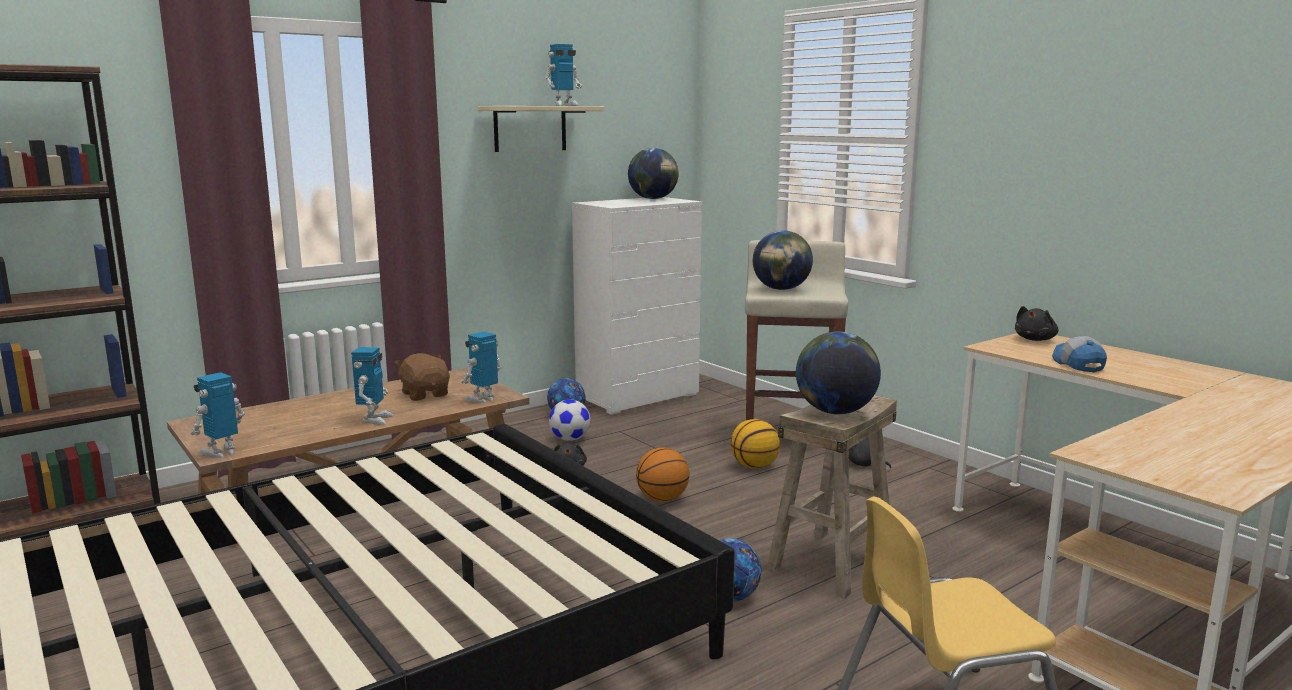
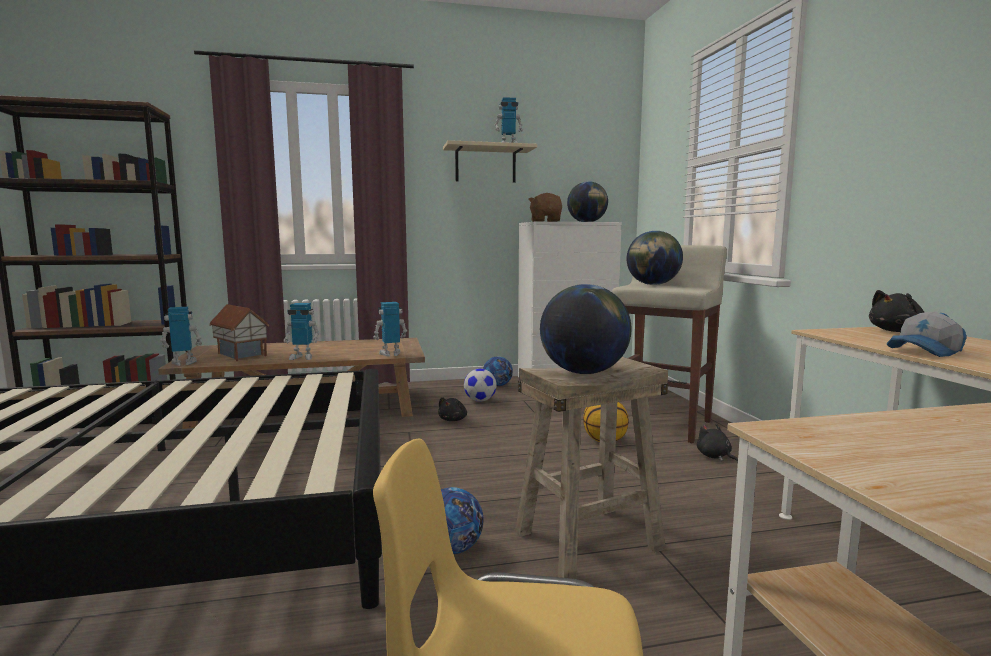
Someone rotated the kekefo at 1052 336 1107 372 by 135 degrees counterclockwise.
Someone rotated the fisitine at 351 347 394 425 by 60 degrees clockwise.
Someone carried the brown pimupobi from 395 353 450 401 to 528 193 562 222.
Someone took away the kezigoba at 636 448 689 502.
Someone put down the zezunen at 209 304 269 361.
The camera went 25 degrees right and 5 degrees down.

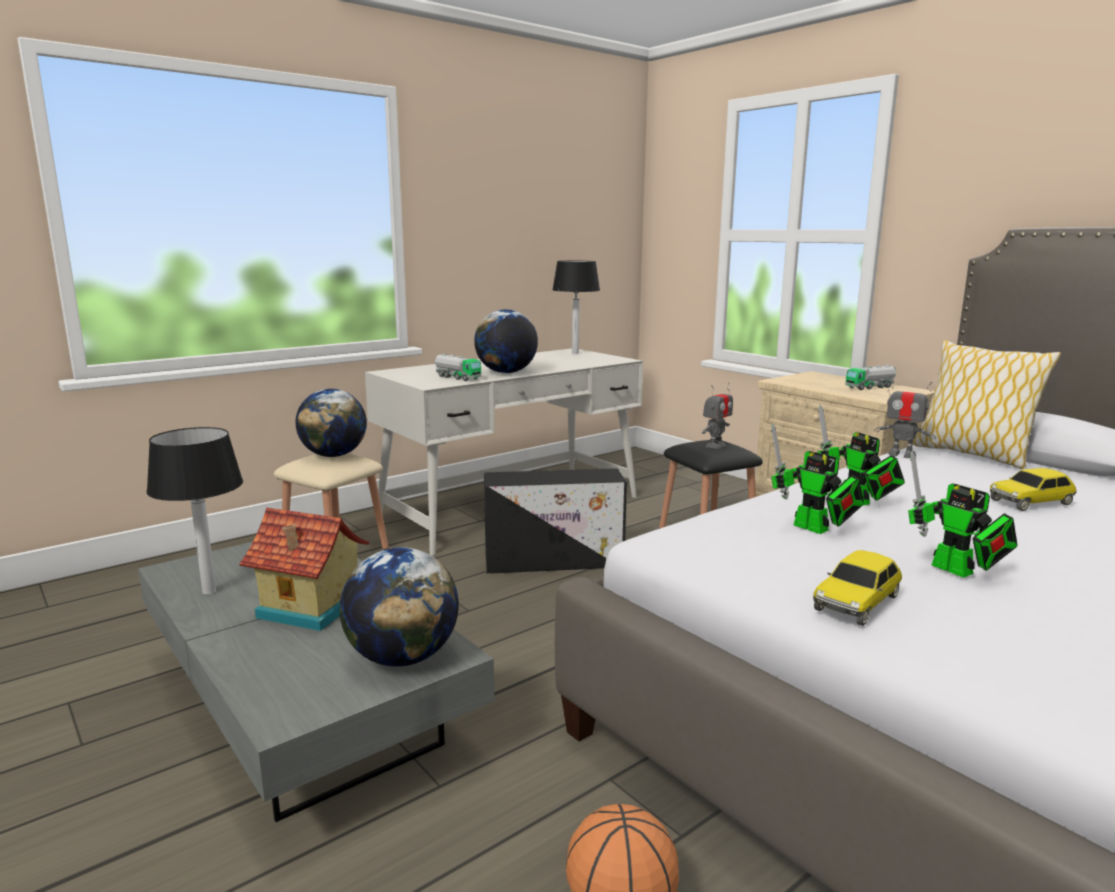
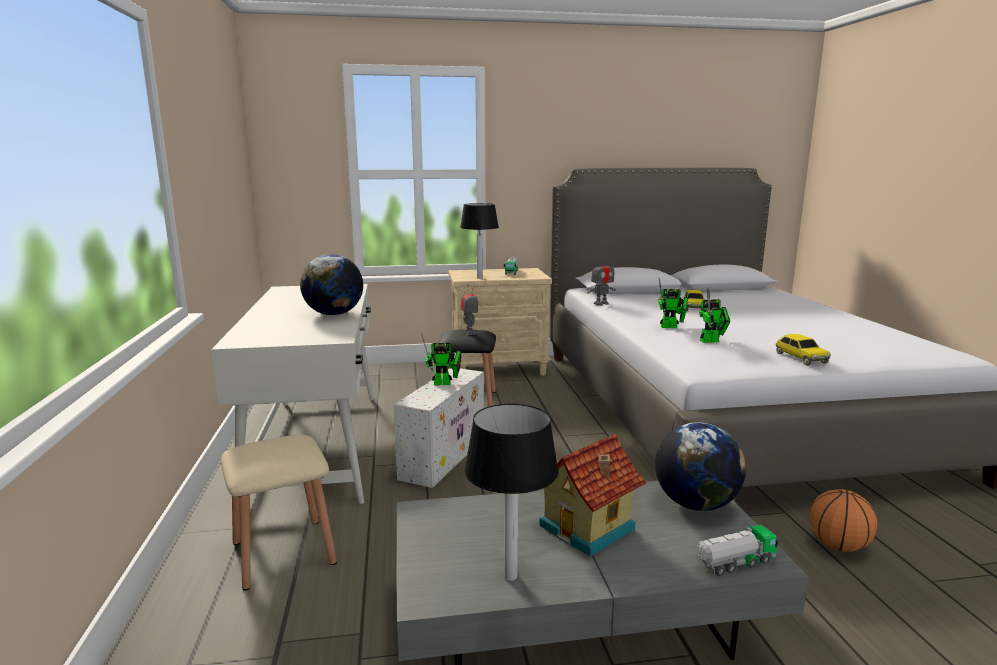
Someone carried the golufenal from 552 261 600 354 to 460 203 499 279.
Someone took away the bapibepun at 912 340 1061 469.
Someone carried the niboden from 435 354 481 381 to 697 525 778 576.
Someone took away the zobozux at 295 389 367 457.
Someone carried the fisitine from 908 451 1017 578 to 421 333 461 385.
Someone repainted the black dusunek at 484 468 627 574, which became the white dusunek at 393 368 484 488.
The camera went 60 degrees left and 0 degrees up.

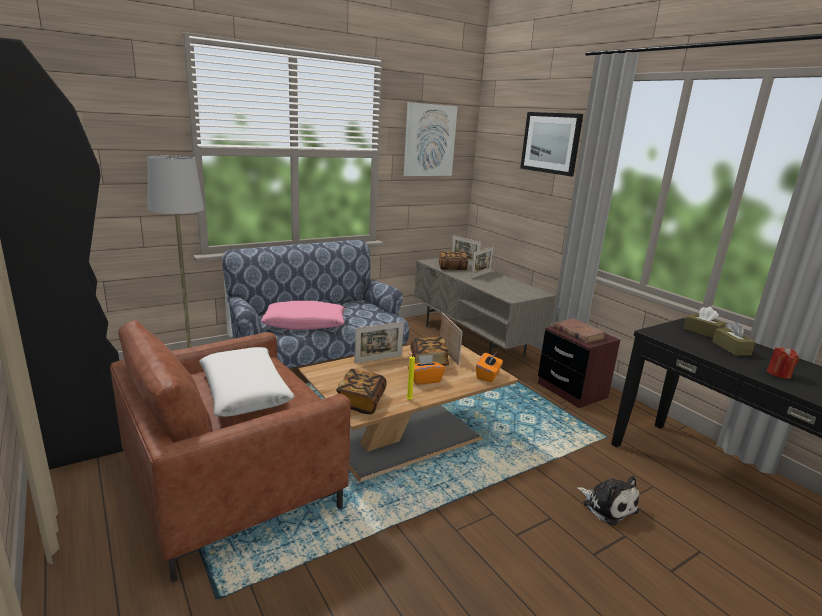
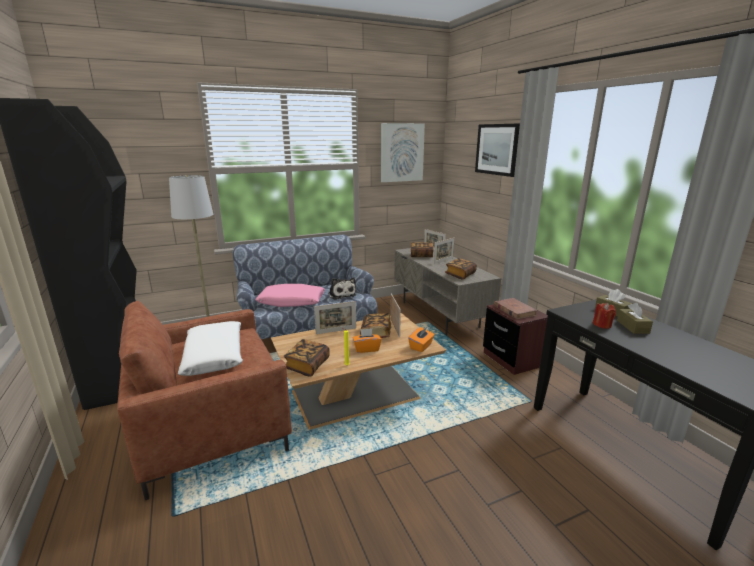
Someone carried the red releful from 767 347 799 379 to 593 303 616 329.
Someone carried the pimupobi from 577 476 639 526 to 328 277 356 300.
Someone put down the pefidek at 445 258 477 280.
The camera went 10 degrees right and 0 degrees up.

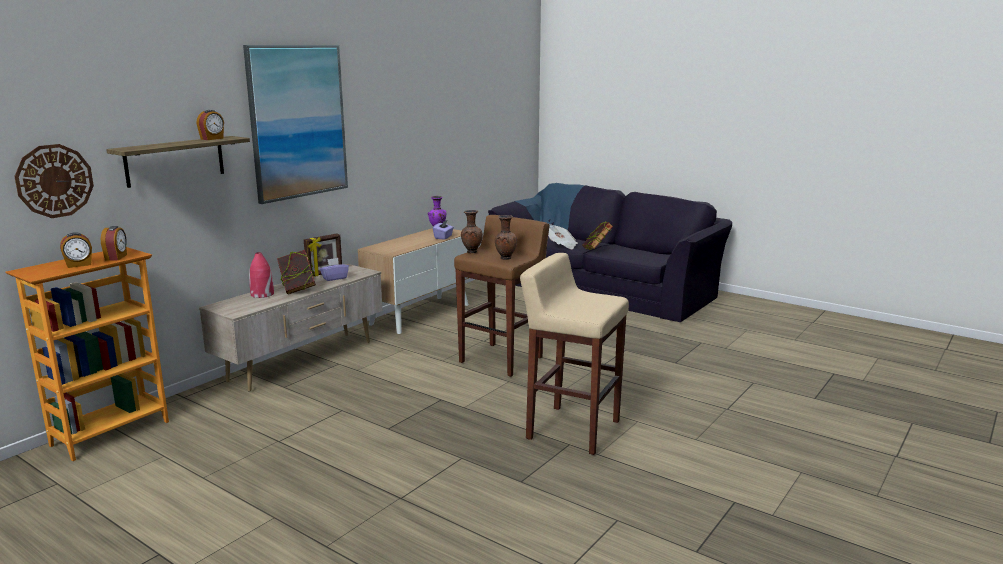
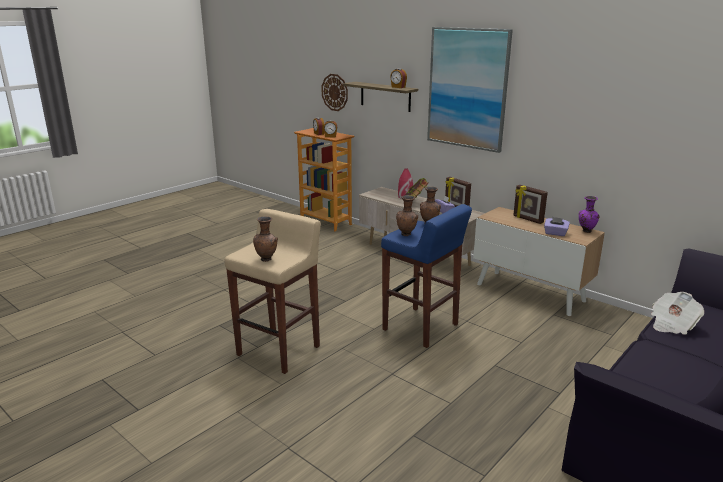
Someone repainted the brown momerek at 454 215 550 377, which became the blue momerek at 381 204 472 348.
Someone took away the pefidek at 582 222 613 250.
Someone put down the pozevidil at 513 185 548 224.
Someone put down the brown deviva at 253 216 278 262.
The camera went 95 degrees right and 5 degrees up.

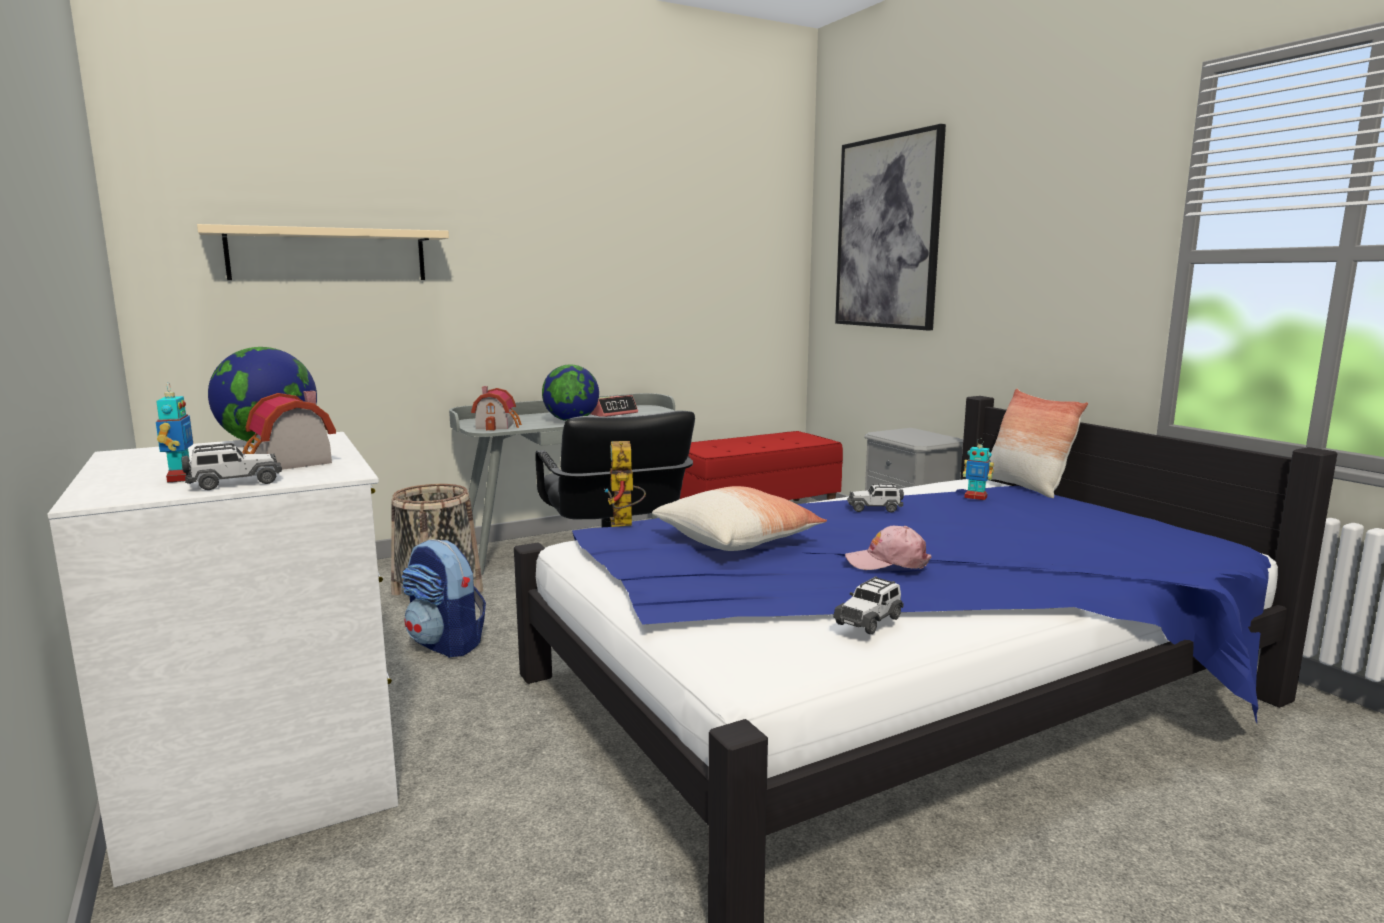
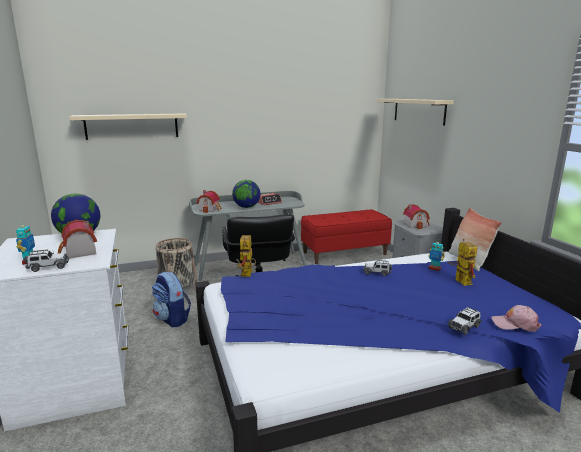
Someone swapped the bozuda at 835 124 946 330 for the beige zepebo at 377 99 454 126.
Someone took away the bapibepun at 652 486 827 551.
Someone carried the pink kekefo from 845 526 931 570 to 491 305 541 332.
Someone carried the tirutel from 833 576 904 634 to 448 307 481 335.
Someone put down the zezunen at 403 204 430 229.
Someone put down the fisitine at 448 239 477 286.
The camera went 10 degrees right and 5 degrees up.

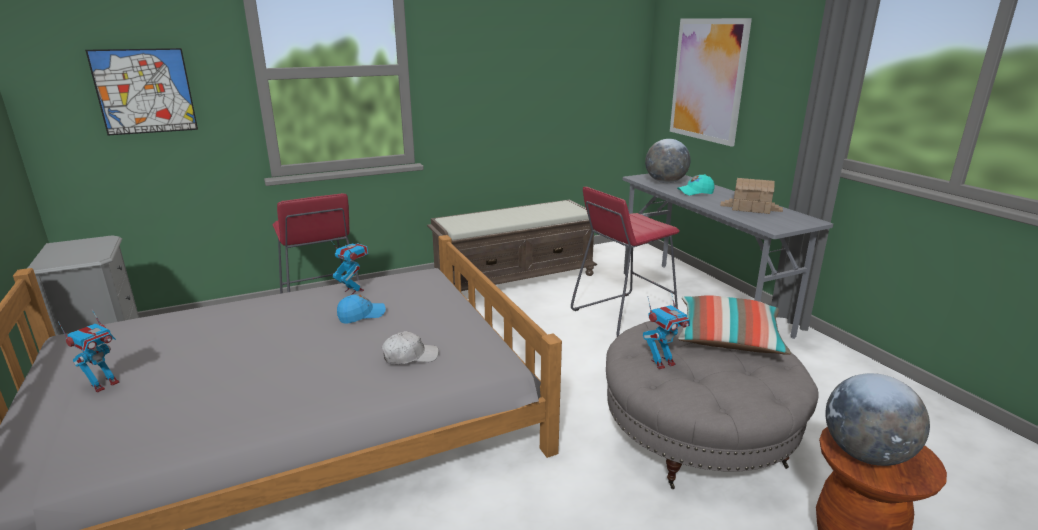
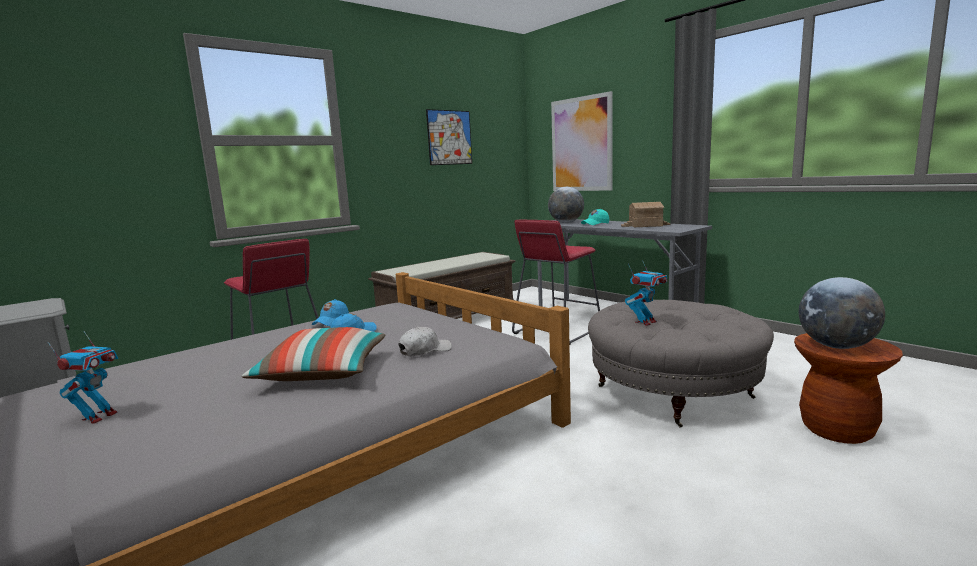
Someone carried the bozuda from 85 48 198 135 to 426 109 472 165.
Someone swapped the fisitine at 332 242 368 294 for the blue kekefo at 312 299 349 326.
Someone carried the bapibepun from 678 295 791 355 to 242 327 385 381.
The camera went 15 degrees left and 10 degrees down.

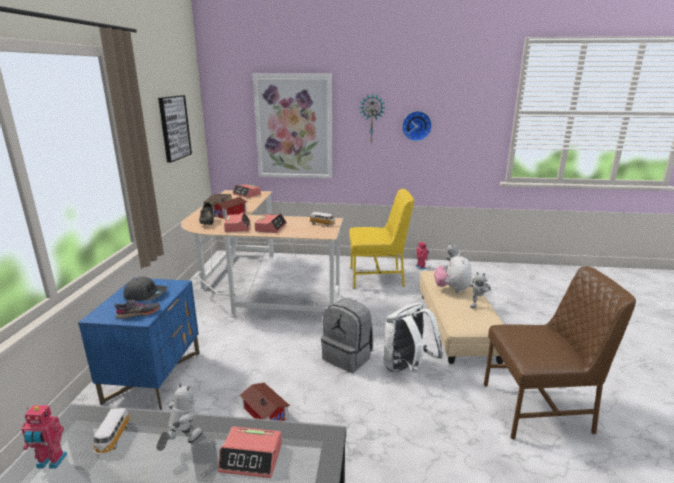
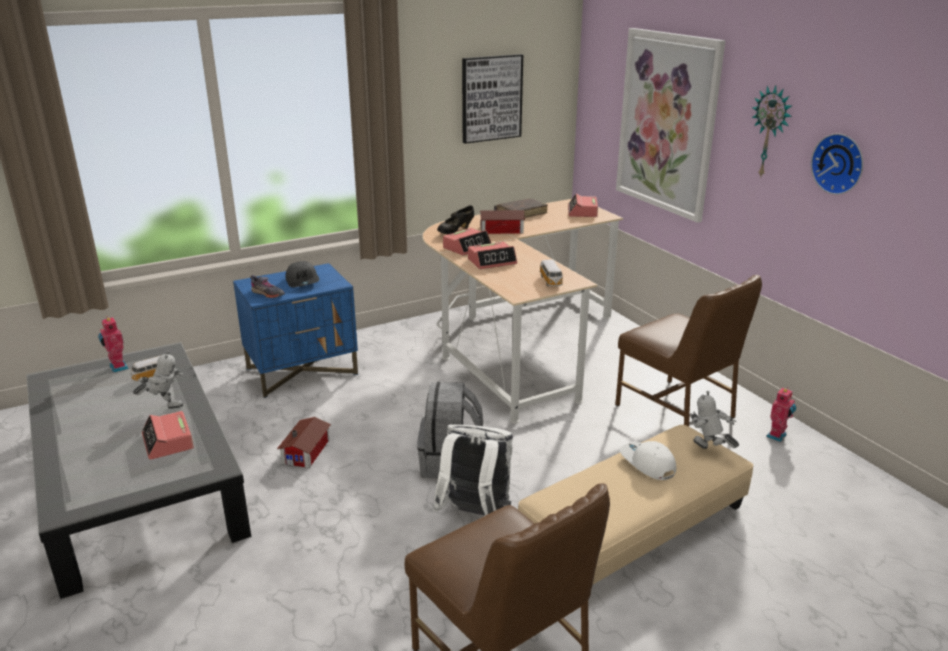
Someone repainted the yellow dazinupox at 349 189 414 289, which became the brown dazinupox at 615 275 762 427.
Someone swapped the pimupobi at 434 253 472 293 for the white kekefo at 620 441 676 480.
Someone took away the fisitine at 469 272 491 308.
The camera went 55 degrees right and 5 degrees up.

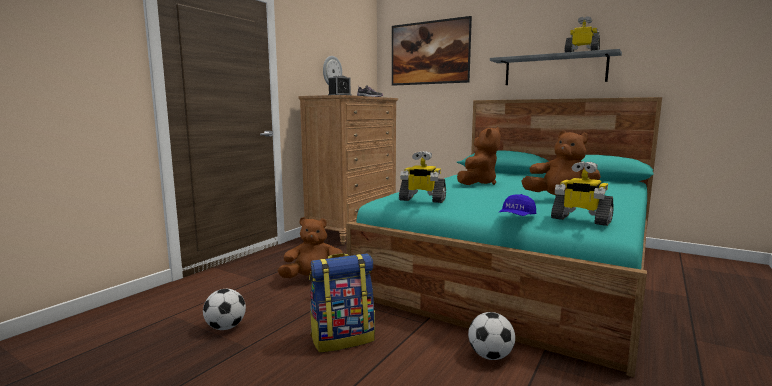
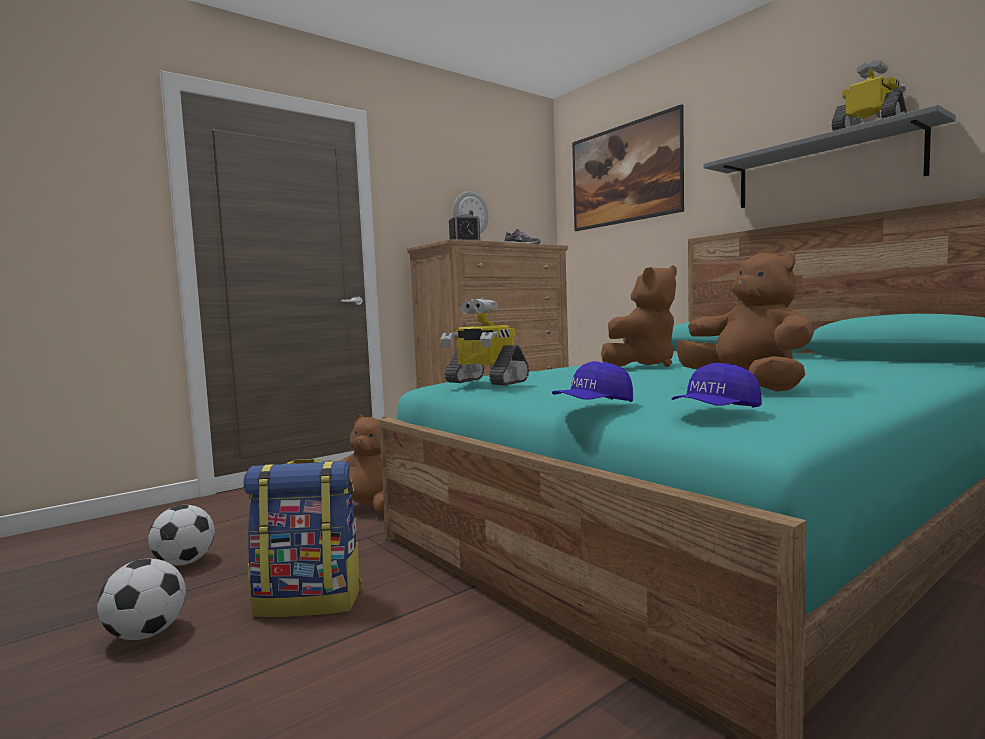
Someone swapped the fisitine at 551 161 614 226 for the blue kekefo at 672 363 762 408.
Someone carried the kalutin from 468 312 515 360 to 97 559 186 640.
The camera went 20 degrees right and 5 degrees down.

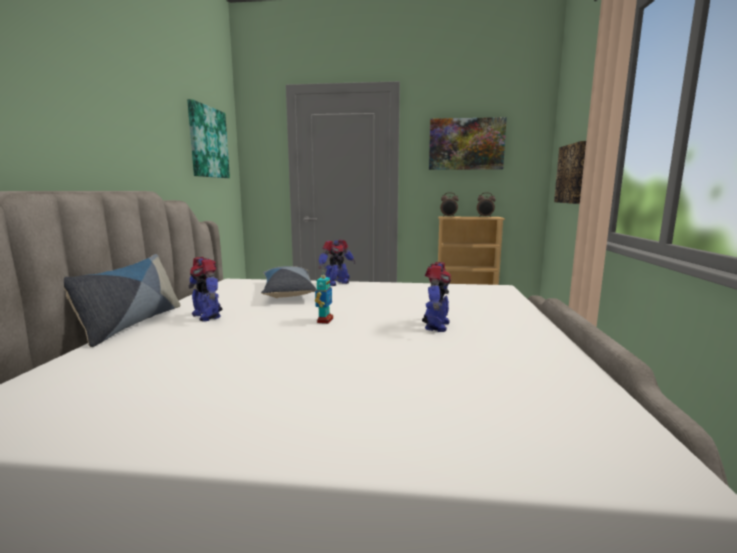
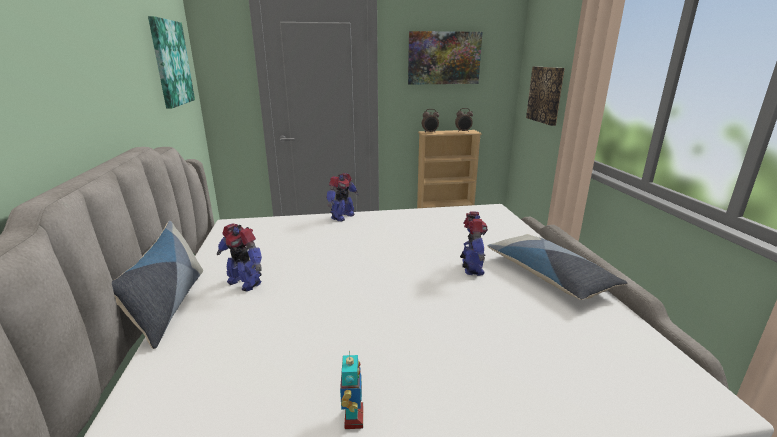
Someone carried the bapibepun from 261 266 317 298 to 487 234 627 300.
Someone carried the fisitine from 315 271 333 324 to 340 351 363 429.
The camera went 15 degrees left and 10 degrees up.

